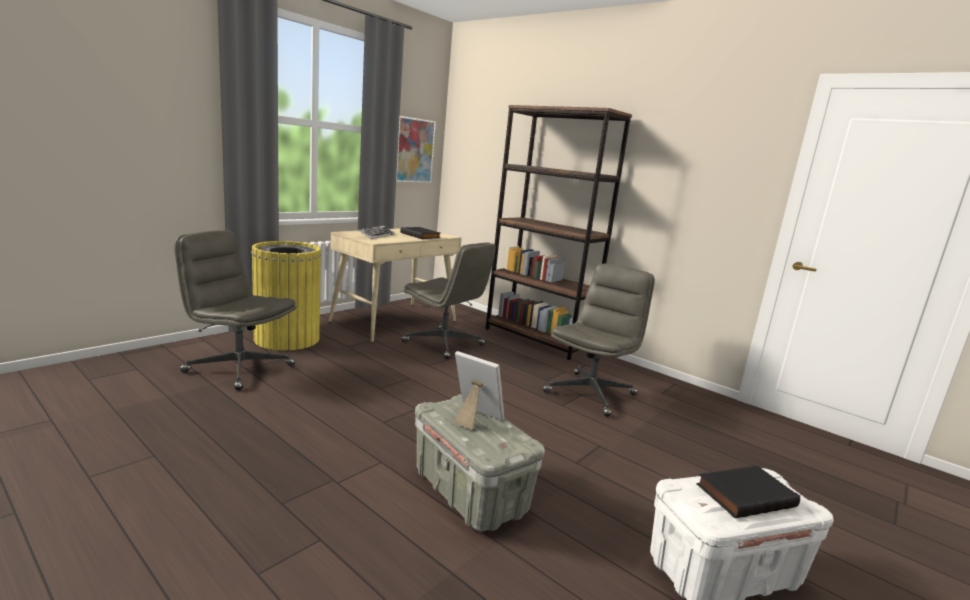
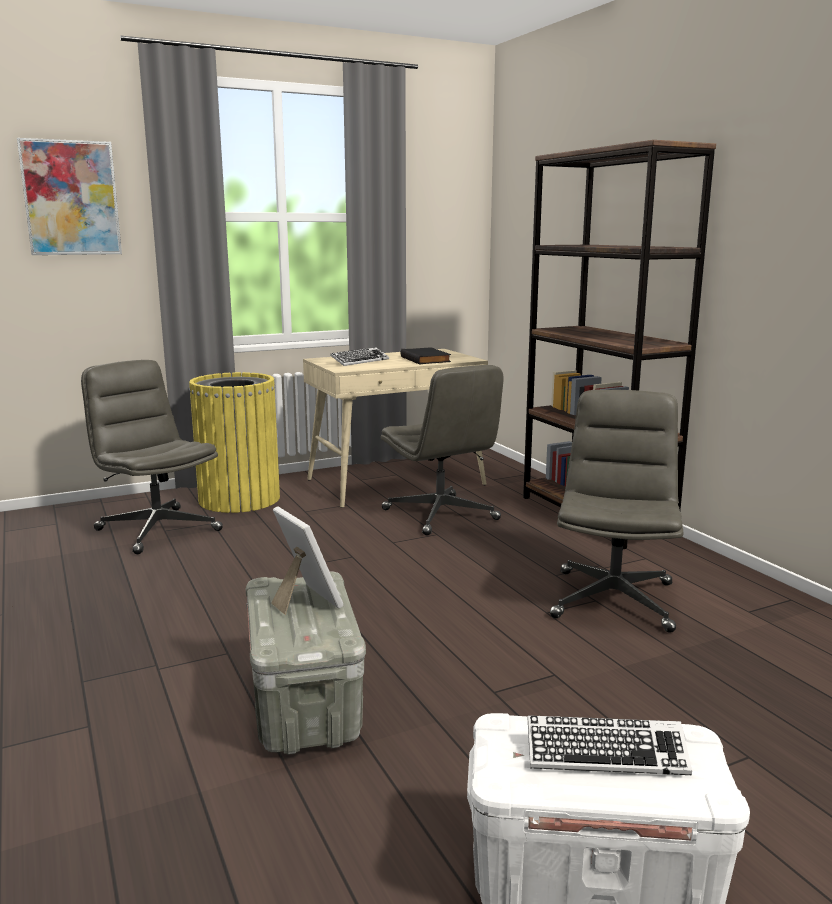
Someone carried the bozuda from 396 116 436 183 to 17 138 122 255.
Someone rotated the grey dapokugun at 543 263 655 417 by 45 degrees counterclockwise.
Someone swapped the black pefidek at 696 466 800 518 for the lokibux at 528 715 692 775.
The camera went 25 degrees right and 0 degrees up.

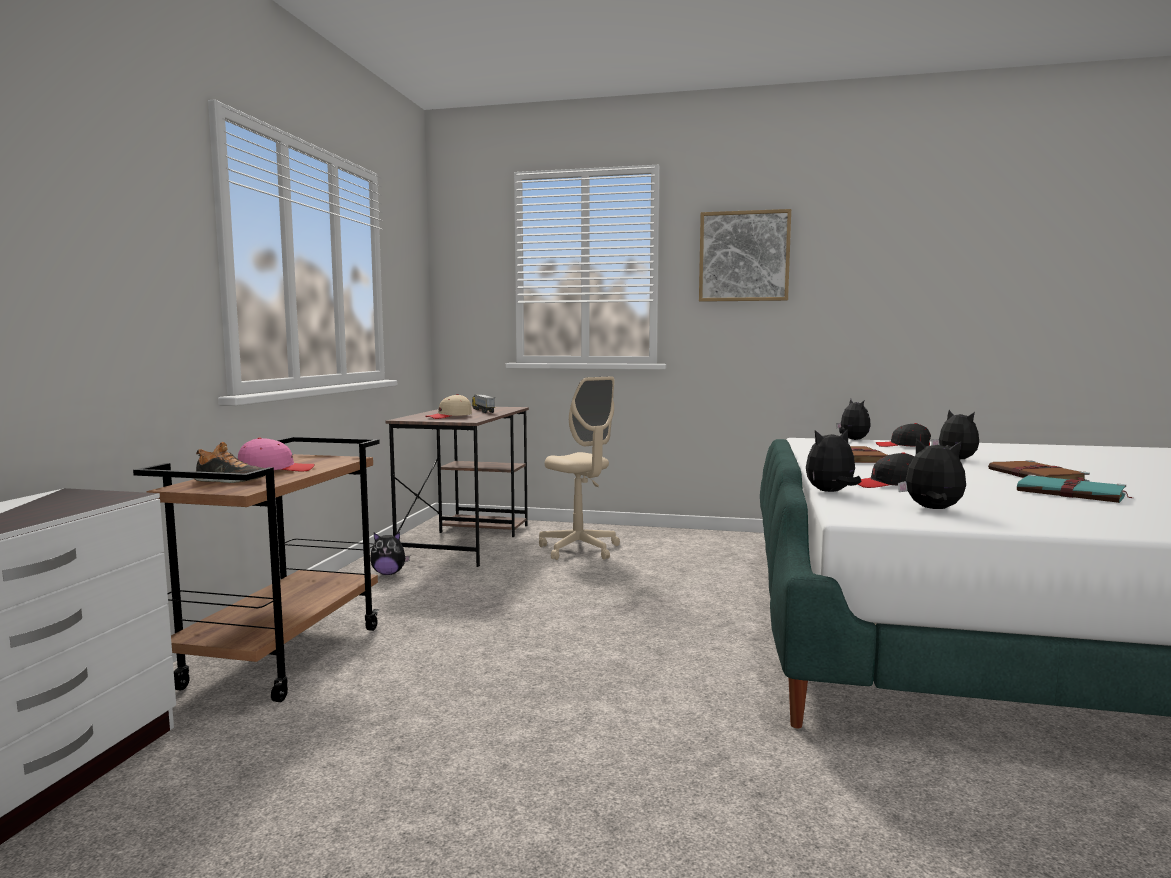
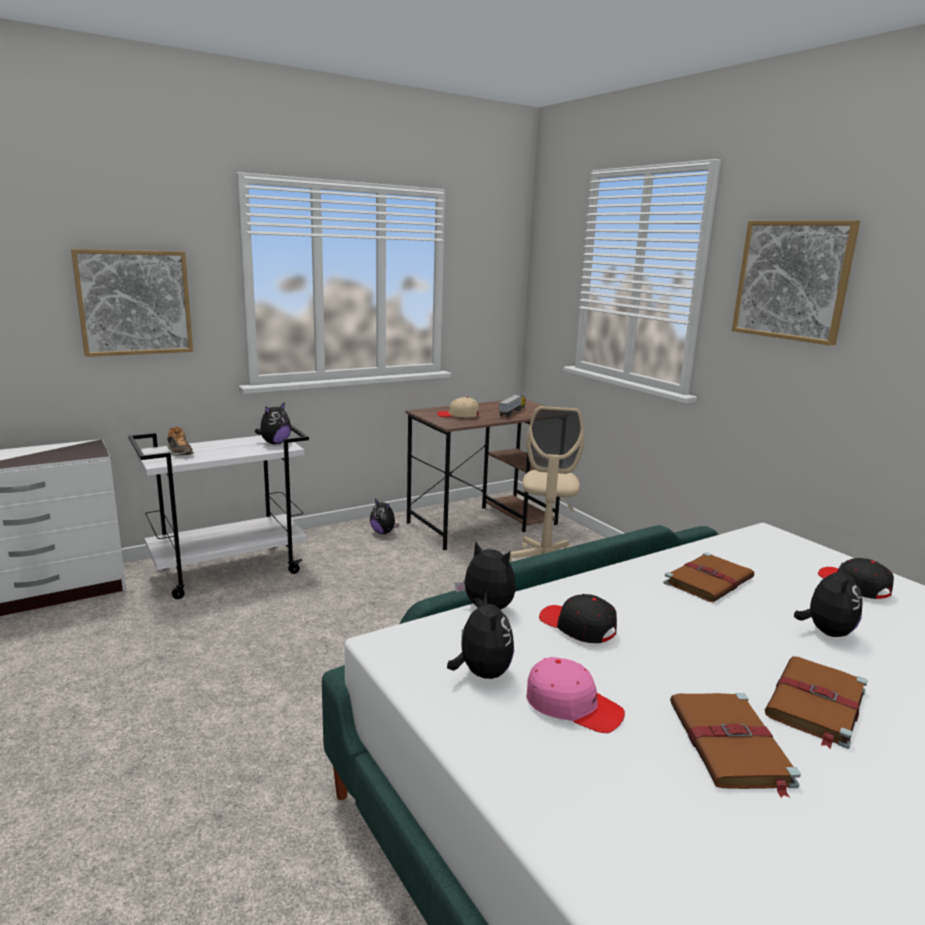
Someone carried the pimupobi from 837 399 871 440 to 255 402 291 444.
Someone repainted the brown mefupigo at 133 437 380 702, which became the white mefupigo at 128 425 309 599.
Someone carried the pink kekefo from 238 438 315 472 to 526 657 625 733.
Someone repainted the turquoise pefidek at 1017 474 1135 503, which became the brown pefidek at 670 693 801 798.
Someone put up the bozuda at 71 249 193 357.
The camera went 45 degrees right and 10 degrees up.

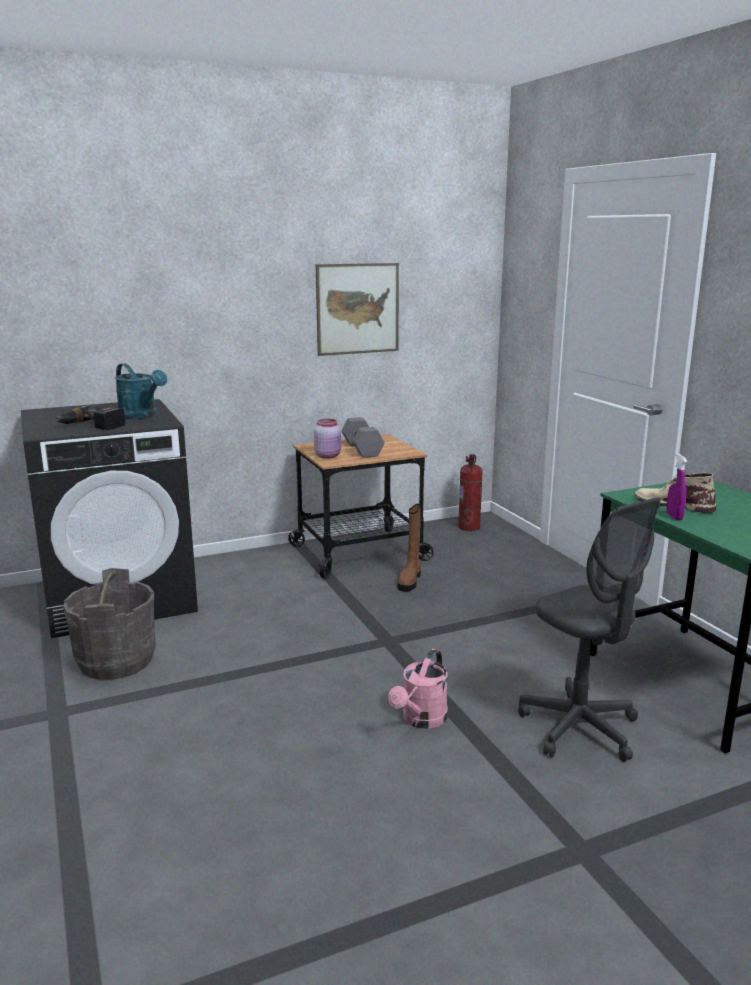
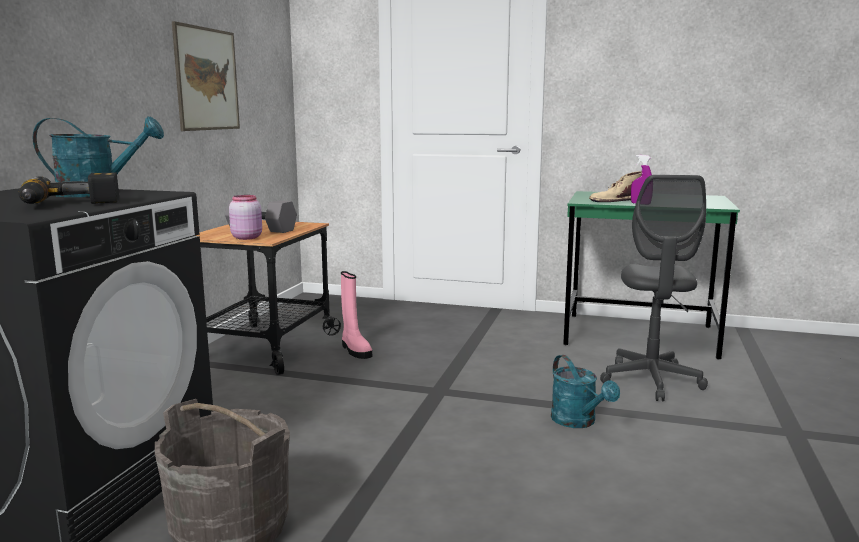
Someone took away the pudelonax at 458 454 483 531.
Someone rotated the grey dapokugun at 518 497 661 762 by 90 degrees clockwise.
Someone repainted the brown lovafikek at 397 504 421 592, which became the pink lovafikek at 341 271 372 359.
Someone repainted the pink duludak at 388 649 448 729, which became the turquoise duludak at 551 355 620 428.
The camera went 50 degrees left and 5 degrees down.

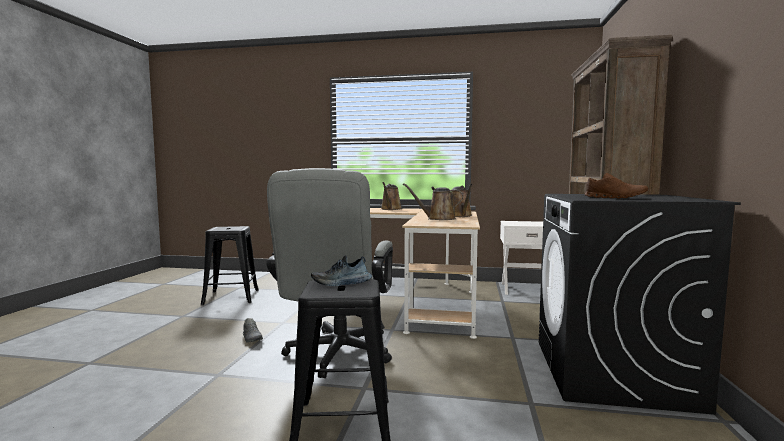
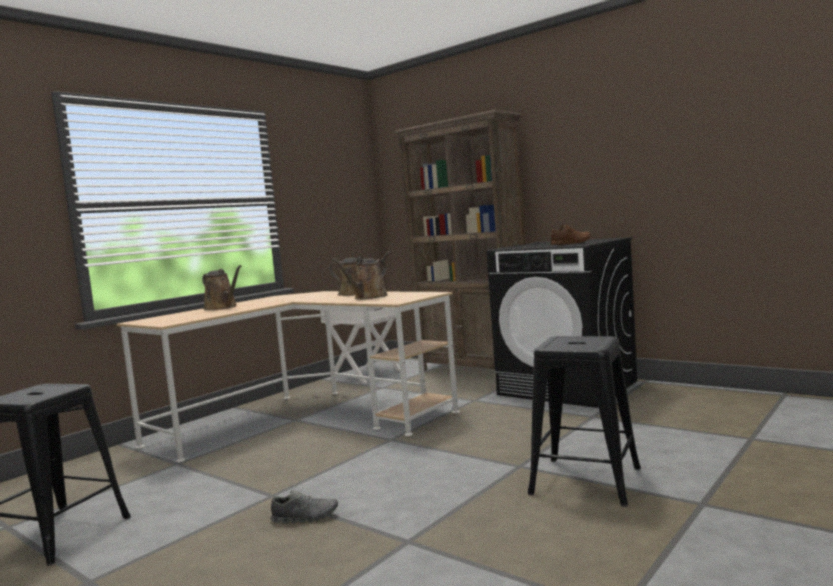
Someone took away the grey dapokugun at 266 168 393 378.
Someone took away the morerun at 311 255 372 286.
The camera went 60 degrees left and 0 degrees up.

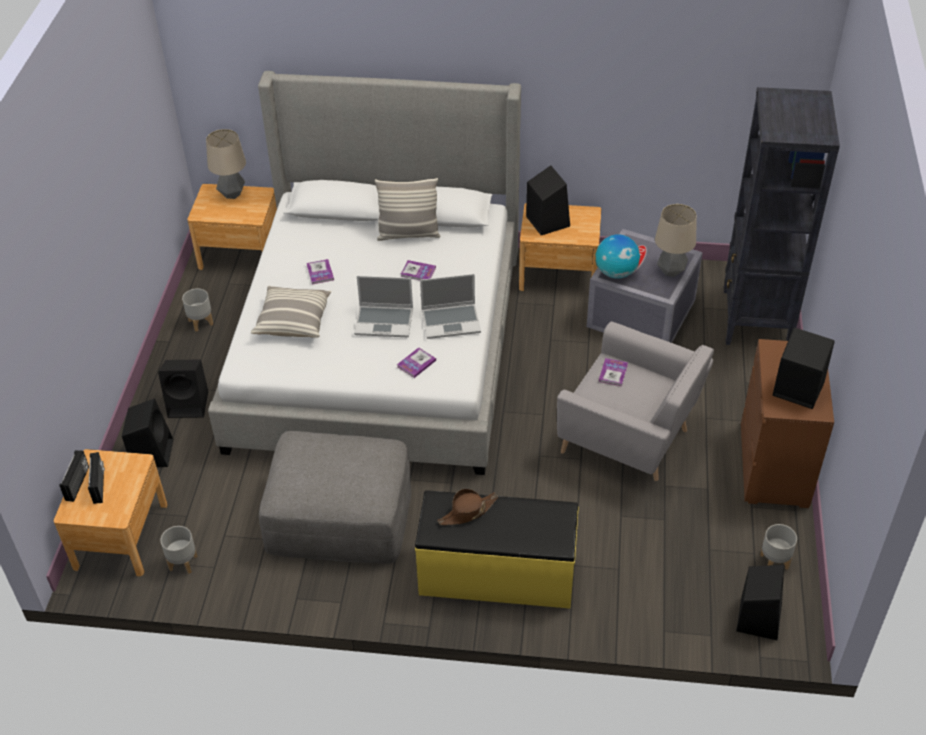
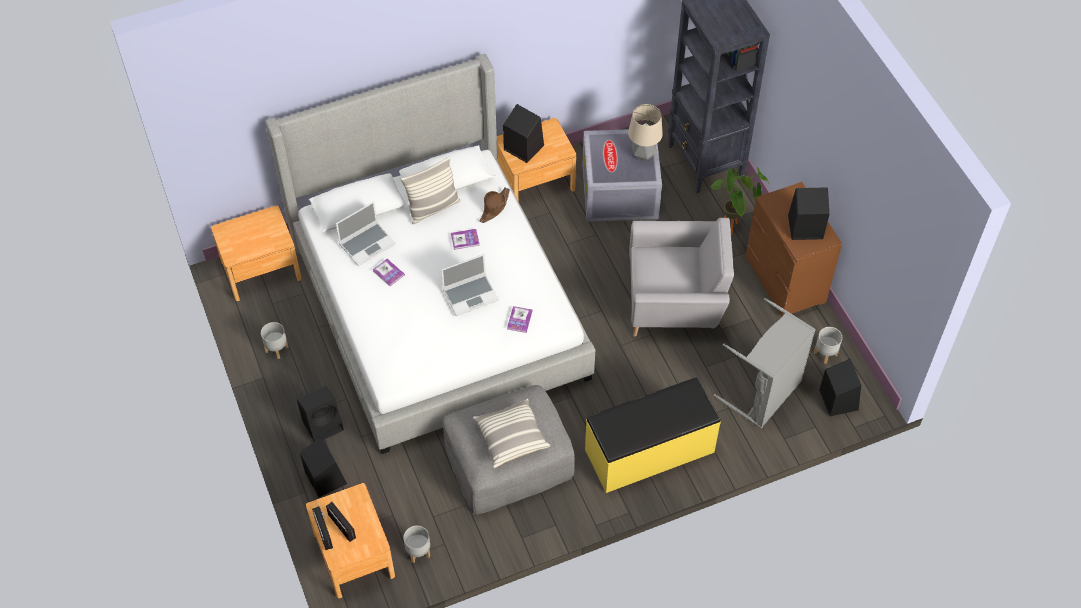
Someone took away the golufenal at 206 129 246 199.
Someone took away the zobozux at 596 234 640 279.
Someone carried the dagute from 420 274 481 339 to 336 201 396 266.
Someone carried the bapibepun from 251 286 332 338 to 473 399 550 468.
Someone took away the pefidek at 599 358 628 386.
Someone carried the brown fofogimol from 437 489 498 525 to 479 188 510 223.
Someone put down the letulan at 710 167 769 235.
Someone put down the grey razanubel at 714 298 816 428.
The camera went 30 degrees left and 10 degrees up.

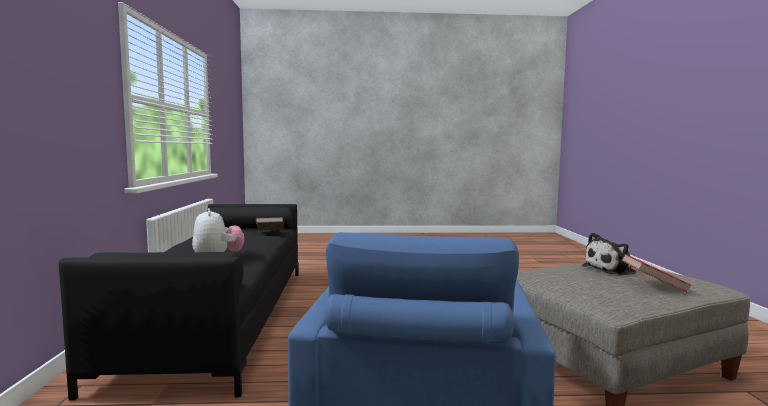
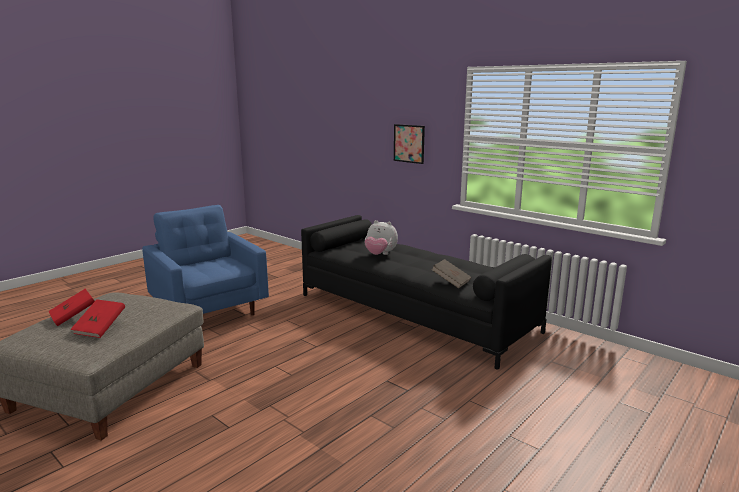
Someone swapped the pimupobi at 582 233 636 276 for the red pefidek at 70 299 125 338.
Someone put up the bozuda at 394 124 425 164.
The camera went 135 degrees right and 10 degrees up.

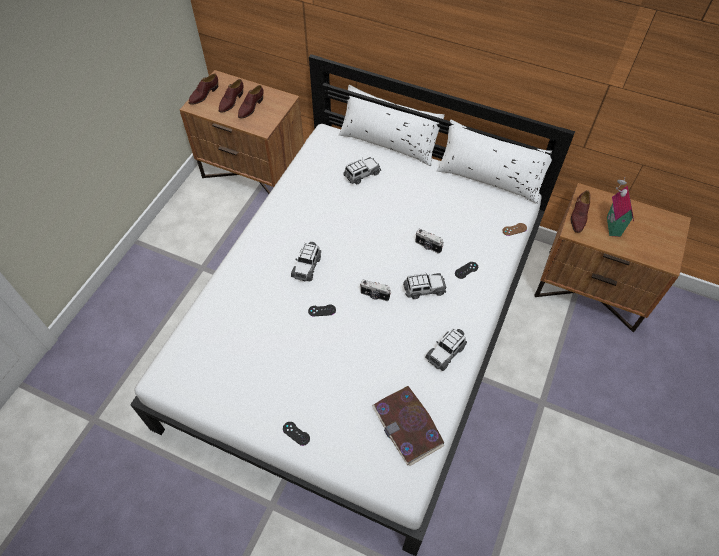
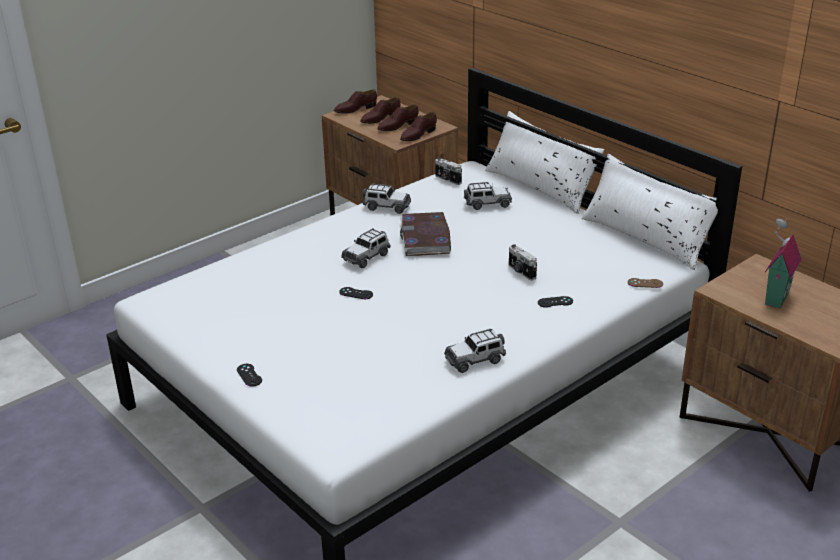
Someone carried the brown morerun from 571 190 590 233 to 400 112 437 141.
Someone carried the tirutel from 403 273 447 299 to 363 183 411 214.
Someone carried the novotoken from 360 280 391 301 to 435 157 462 185.
Someone carried the pefidek from 372 386 444 466 to 400 212 451 256.
The camera went 25 degrees right and 25 degrees down.

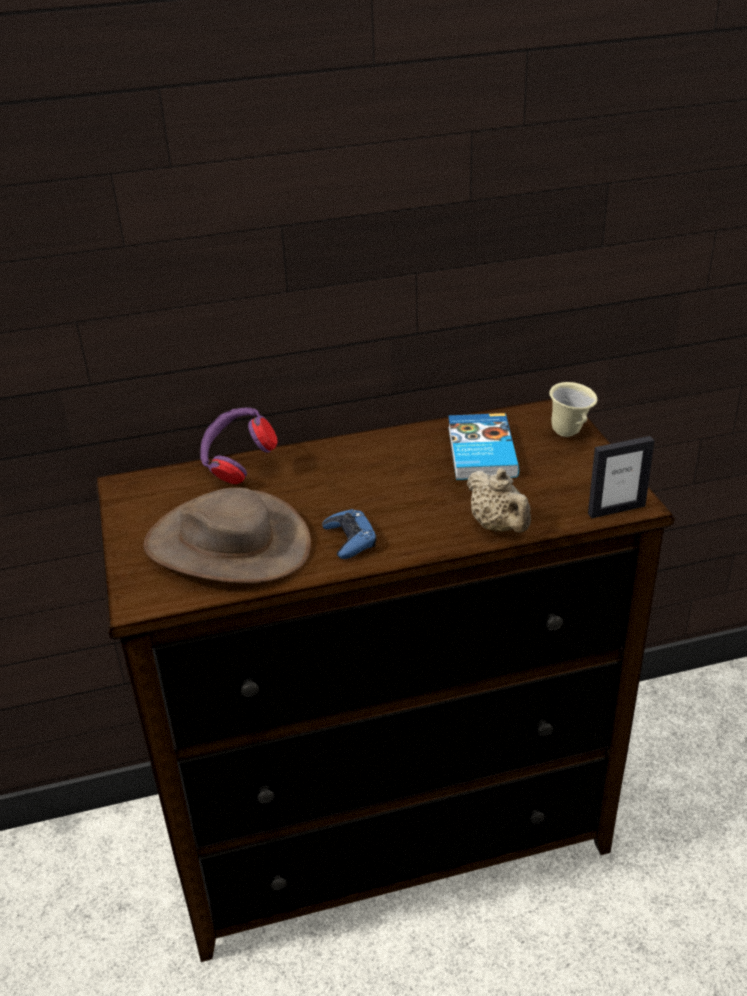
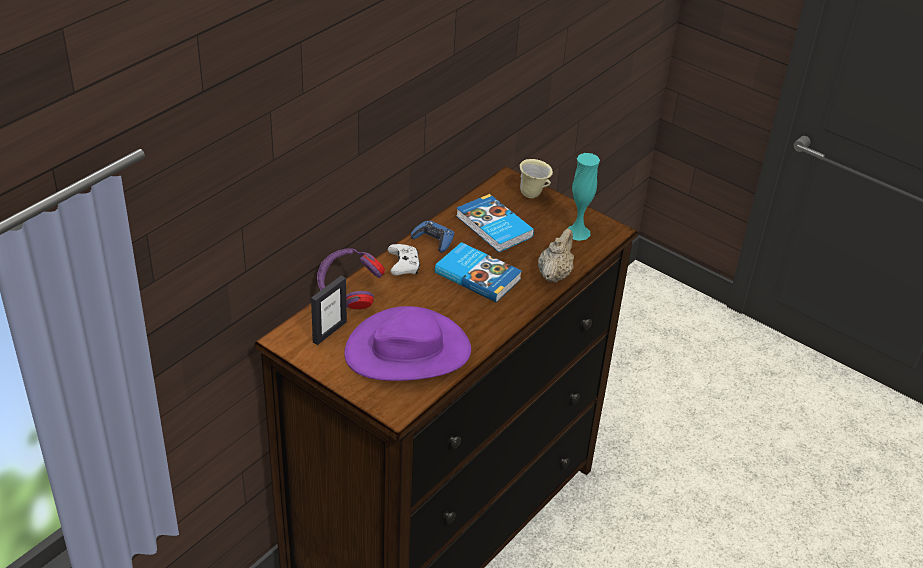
Someone carried the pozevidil from 588 436 655 518 to 311 276 347 345.
Someone rotated the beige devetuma at 467 468 531 533 by 90 degrees counterclockwise.
Someone repainted the brown fofogimol at 143 488 311 583, which became the purple fofogimol at 344 306 471 381.
Someone carried the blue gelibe from 322 509 377 559 to 411 221 454 252.
Someone put down the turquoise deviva at 567 153 600 241.
Someone put down the pefidek at 435 242 522 303.
Someone put down the white gelibe at 388 244 420 276.
The camera went 40 degrees left and 5 degrees up.

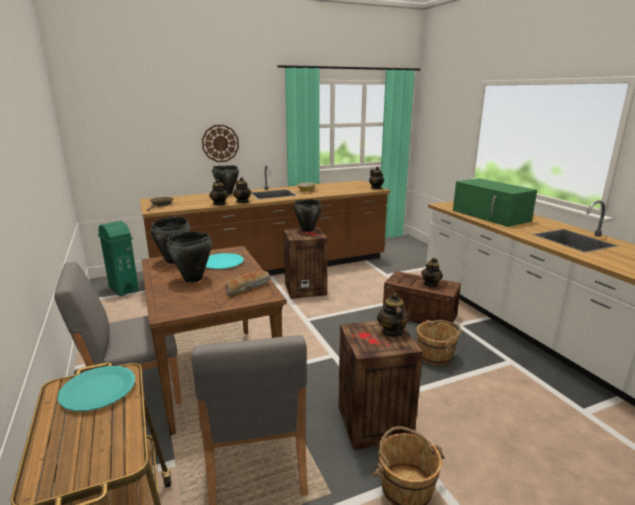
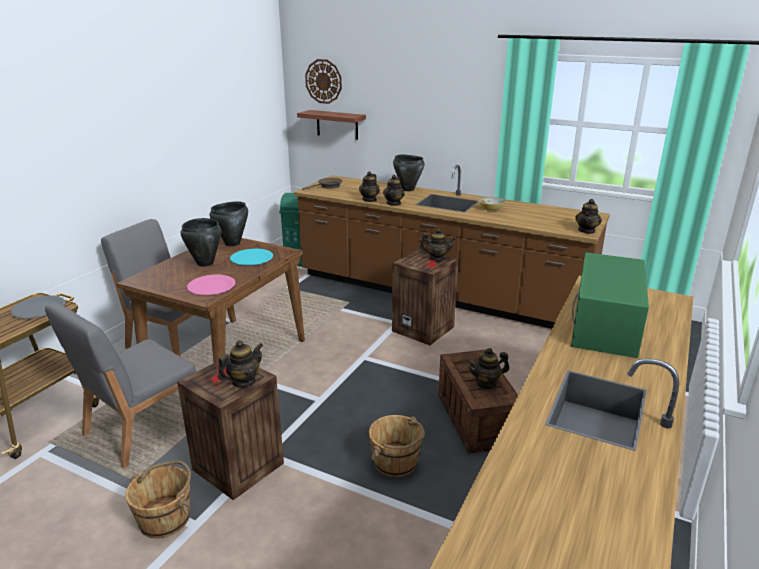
Someone carried the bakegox from 202 125 239 162 to 305 59 342 104.
Someone swapped the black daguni at 294 200 322 232 for the devetuma at 420 228 456 261.
Someone swapped the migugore at 225 271 270 296 for the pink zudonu at 187 275 235 295.
Someone repainted the turquoise zudonu at 57 366 135 411, which became the grey zudonu at 10 295 65 319.
Someone put up the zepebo at 297 110 366 140.
The camera went 50 degrees right and 5 degrees up.

